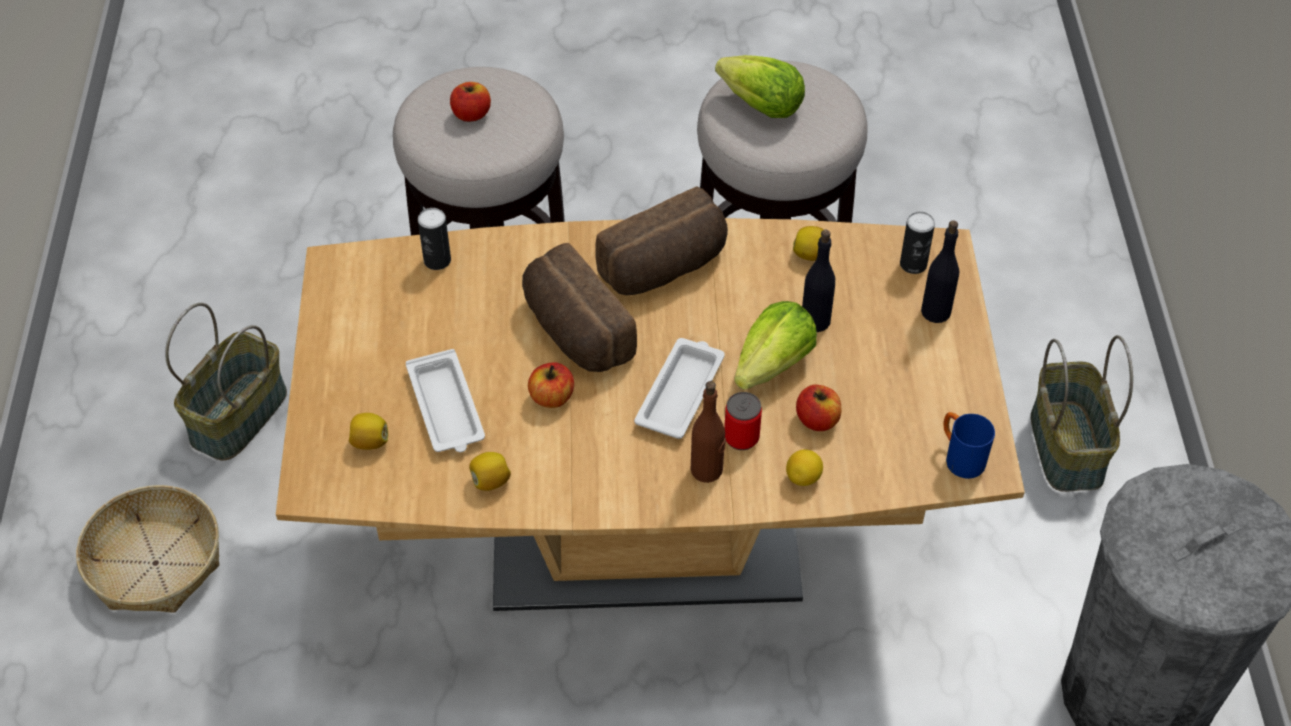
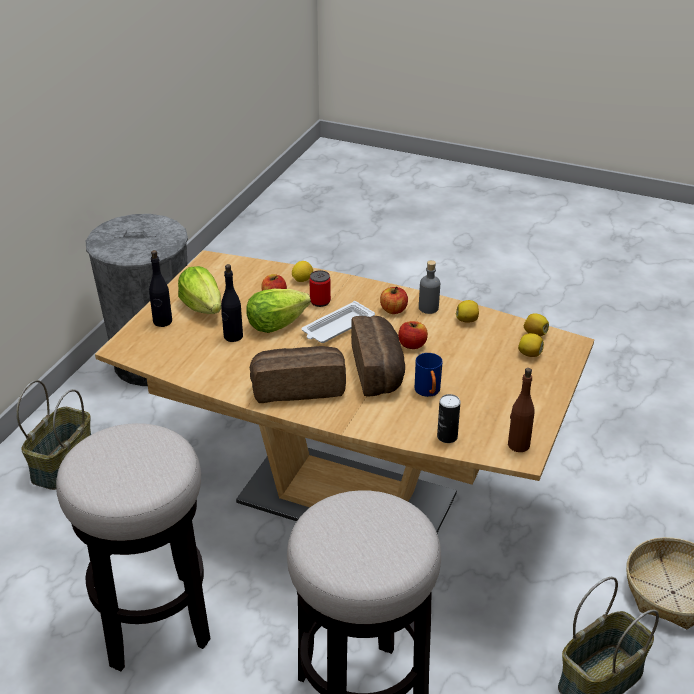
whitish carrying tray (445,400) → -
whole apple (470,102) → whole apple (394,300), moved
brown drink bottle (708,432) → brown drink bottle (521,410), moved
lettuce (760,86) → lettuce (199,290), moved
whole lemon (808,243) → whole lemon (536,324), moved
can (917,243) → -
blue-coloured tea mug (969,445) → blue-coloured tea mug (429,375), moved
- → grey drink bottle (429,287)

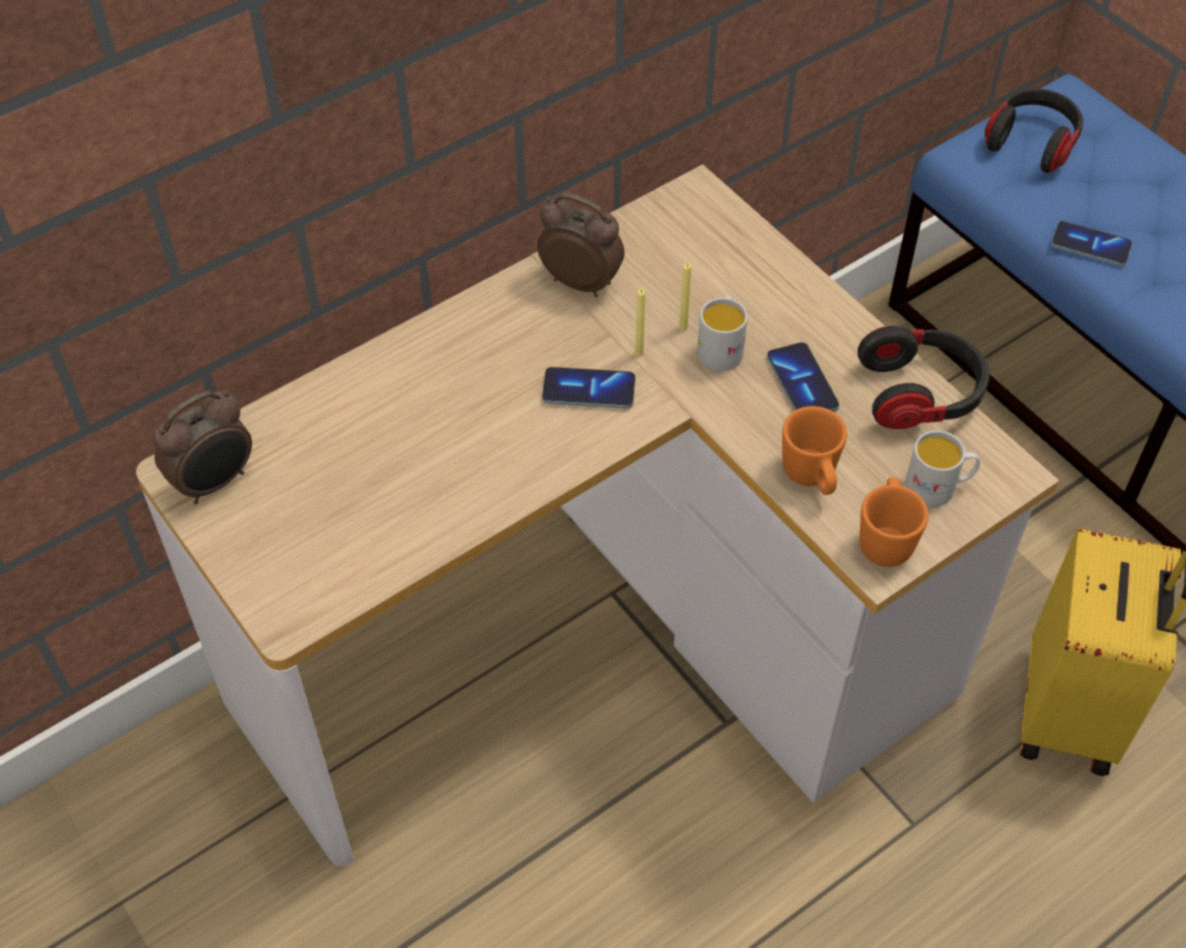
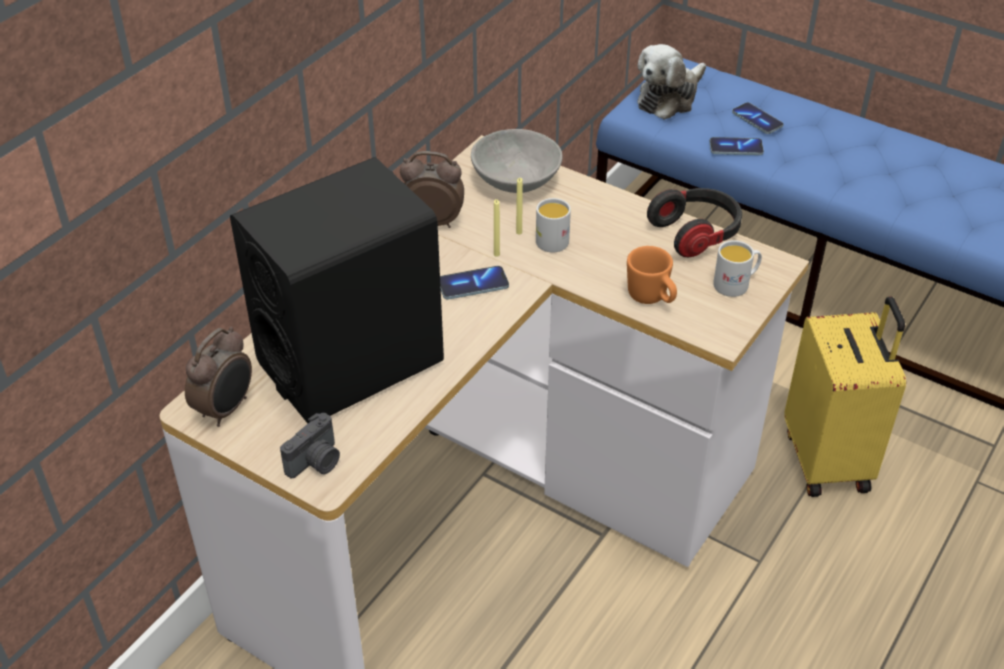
handset (803,377) → handset (758,118), moved
orange tea mug (894,522) → -
headset (1034,131) → cuddly toy (671,82)
- → blackish audio speaker (337,290)
- → photo camera (310,445)
- → grey bowl (516,161)

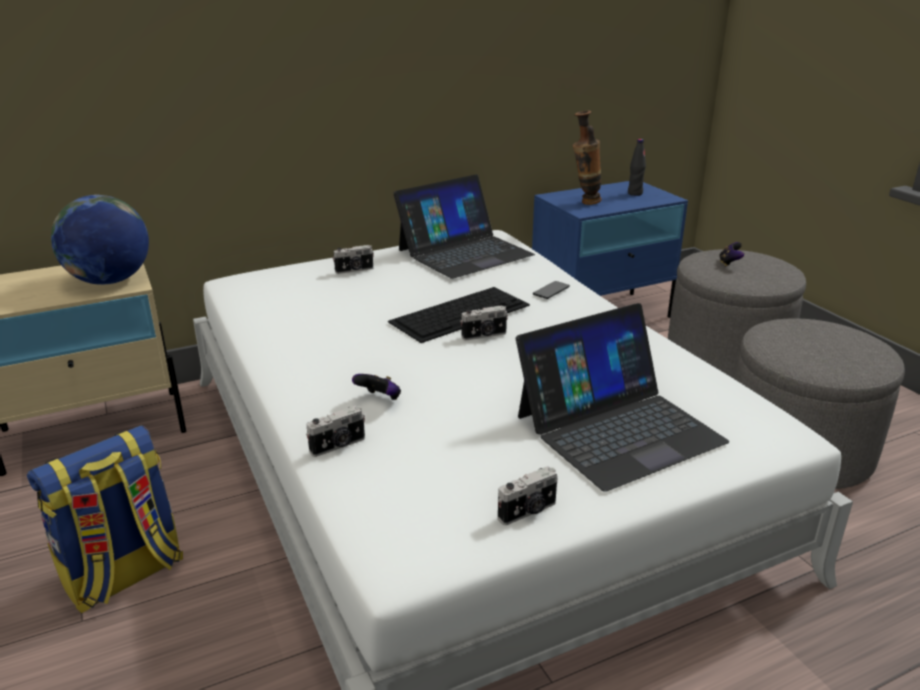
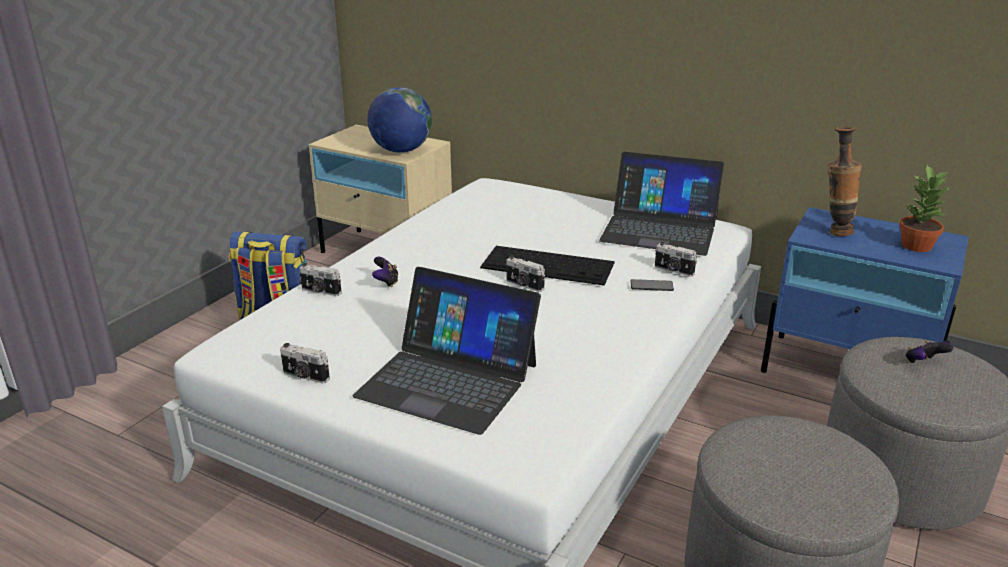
photo camera (353,259) → photo camera (676,259), moved
blackish drink bottle (637,167) → houseplant (925,208)

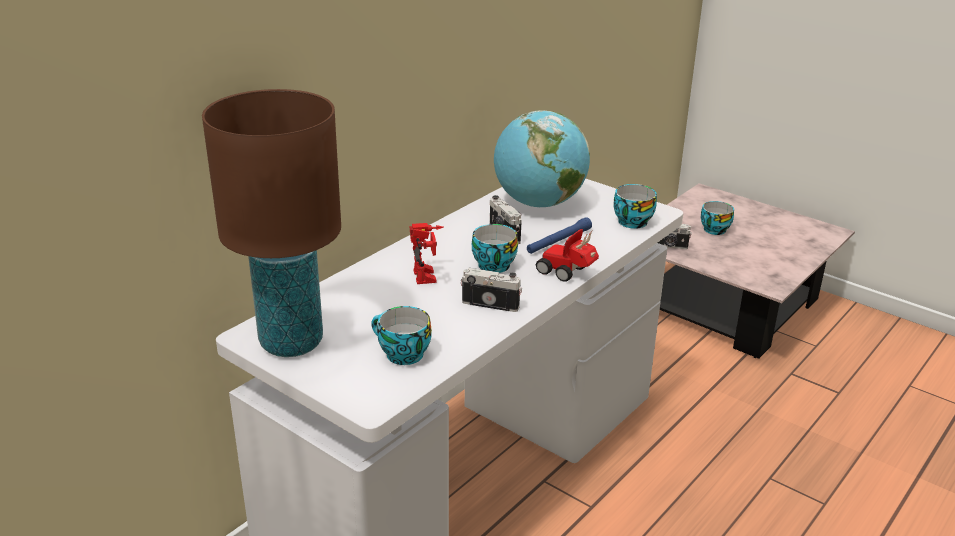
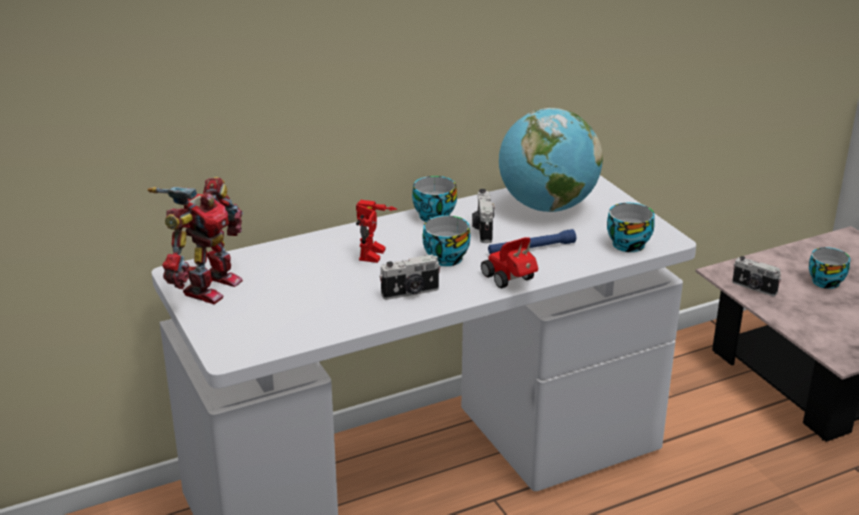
brown table lamp (271,223) → robot figure (195,240)
drinking cup (401,335) → drinking cup (434,199), moved
photo camera (491,290) → photo camera (410,277), 120 degrees clockwise

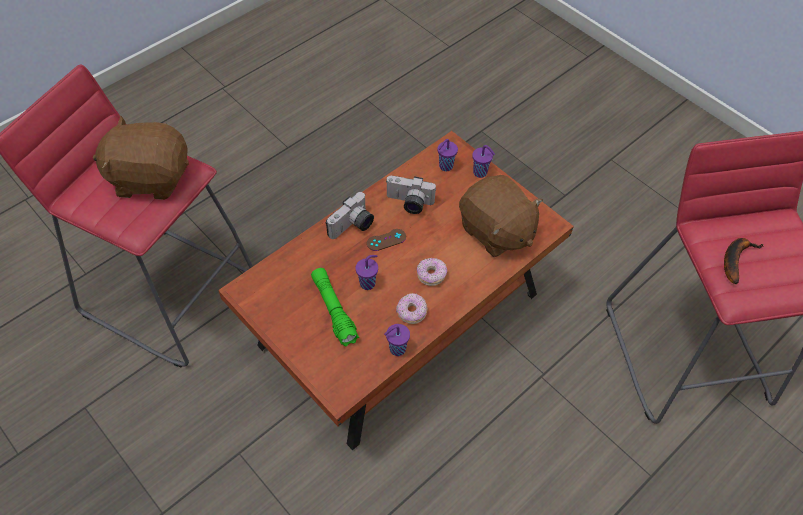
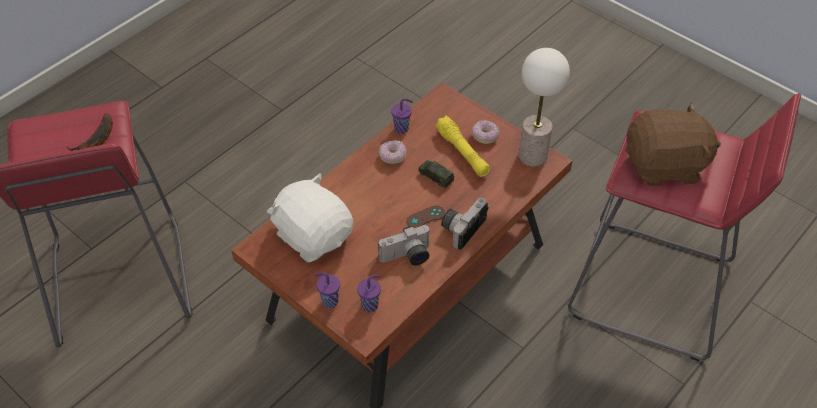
greenish torch (335,307) → yellow-coloured torch (462,146)
purple drinking cup (367,272) → model car (436,174)
photo camera (410,195) → photo camera (404,245), 150 degrees clockwise
doughnut (432,272) → doughnut (486,132), moved
brown cuddly toy (501,216) → whitish cuddly toy (310,218)
- → table lamp (544,107)

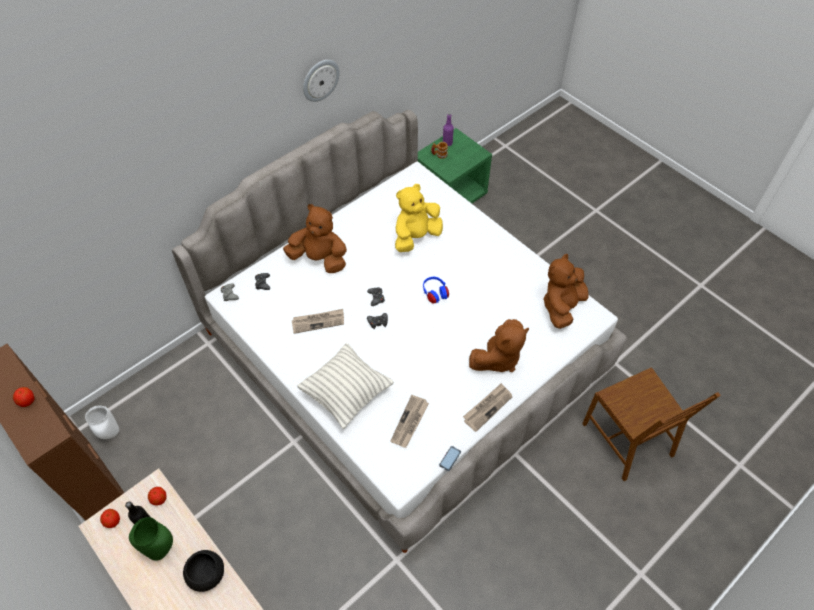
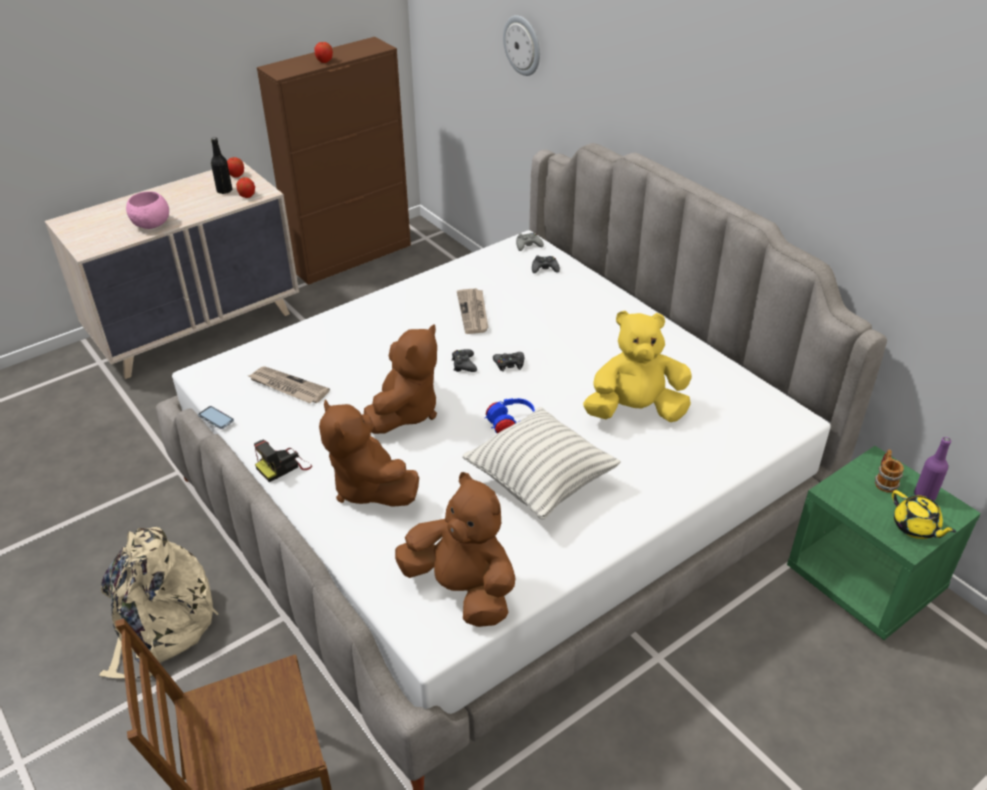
whitish vase (102,422) → -
greenish vase (151,539) → -
blackish bowl (203,571) → pinkish bowl (147,210)
brown cuddly toy (315,238) → brown cuddly toy (400,379), moved
throw pillow (345,386) → throw pillow (541,463), moved
clock on the wall (321,81) → clock on the wall (521,45), moved
yellow-coloured cuddly toy (419,218) → yellow-coloured cuddly toy (637,366), 60 degrees counterclockwise
newspaper (488,407) → photo camera (283,461)
- → sand-coloured rucksack (158,603)
- → yellow-coloured teapot (924,514)

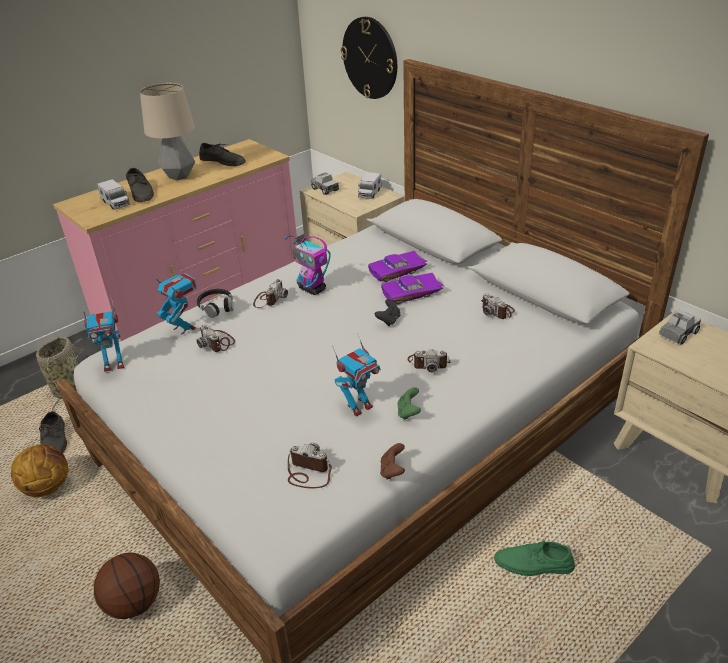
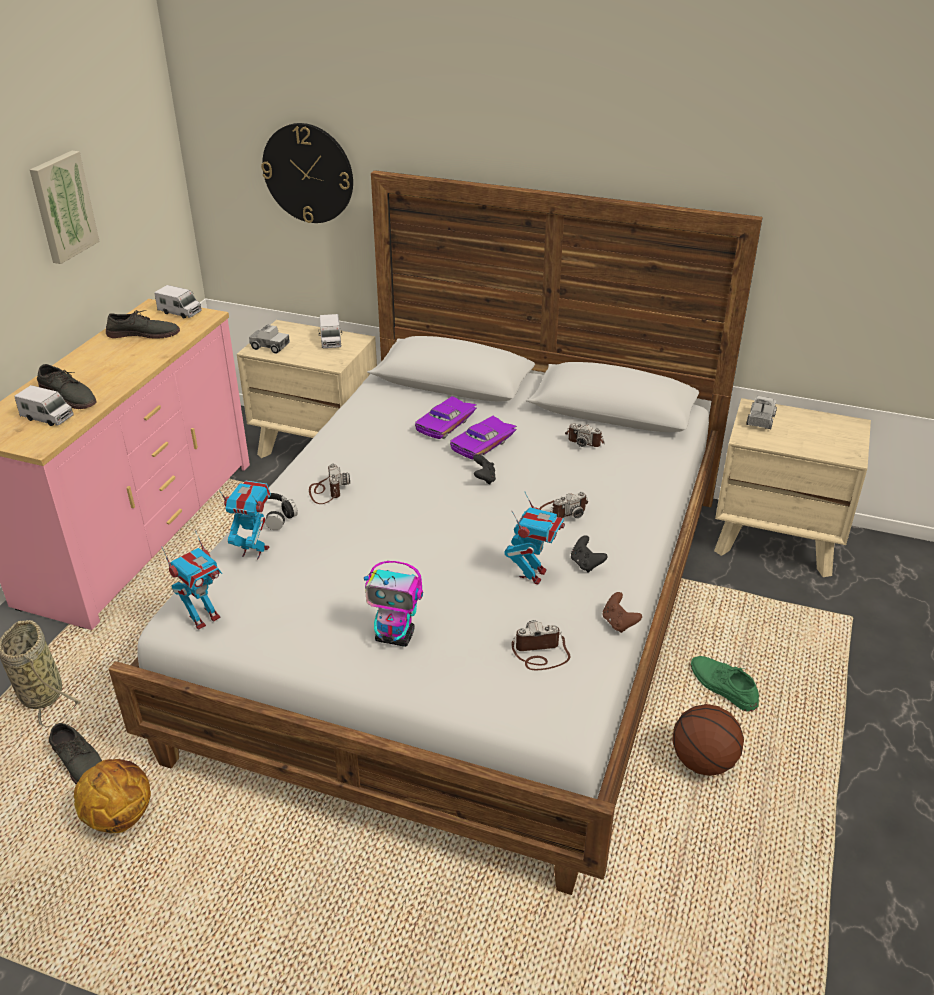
ball for basketball (127,585) → ball for basketball (708,740), moved
table lamp (167,131) → -
photo camera (215,338) → -
robot figure (307,265) → robot figure (393,604), moved
greenish gamepad (409,403) → blackish gamepad (589,554)
greenish low shoe (534,557) → greenish low shoe (725,683), 75 degrees clockwise
- → wall art (65,207)
- → toy lorry (178,301)

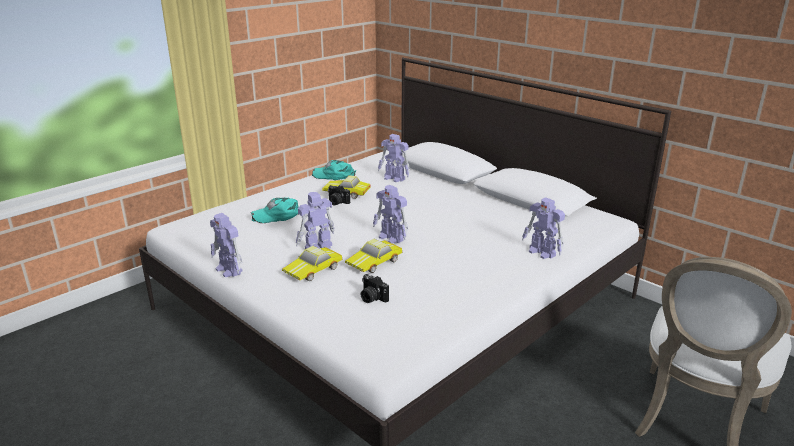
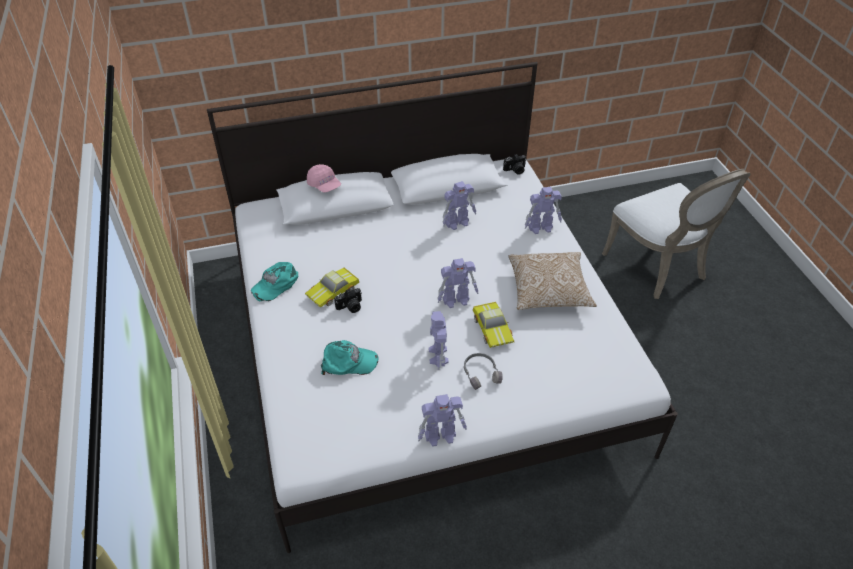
turquoise-coloured peaked cap (275,210) → turquoise-coloured peaked cap (350,357), 105 degrees counterclockwise
model car (312,263) → grey headset (483,371)
photo camera (375,288) → photo camera (514,165), moved
robot figure (394,158) → robot figure (459,205), moved
- → pinkish peaked cap (324,178)
- → throw pillow (552,281)

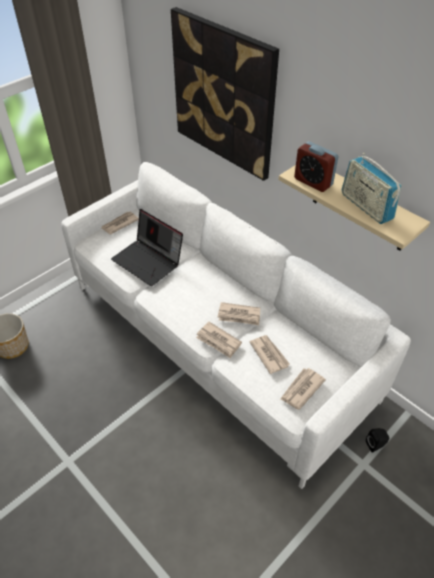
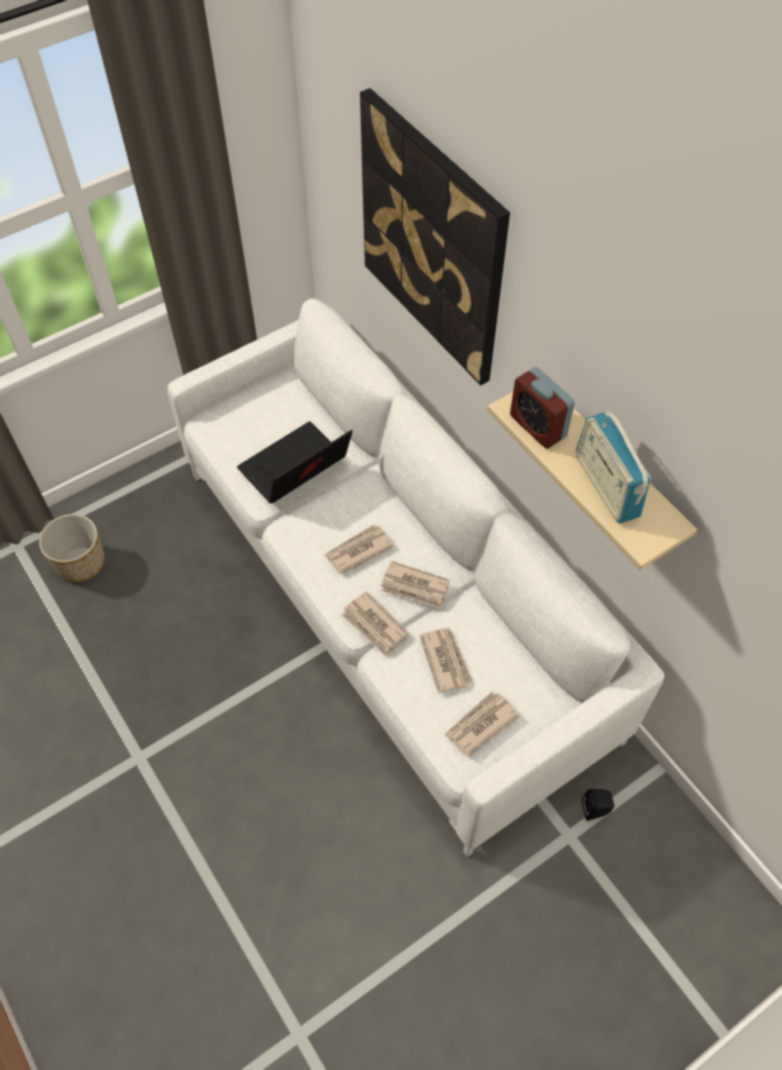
newspaper (120,223) → newspaper (359,549), moved
notebook computer (147,247) → notebook computer (295,462), 90 degrees clockwise

